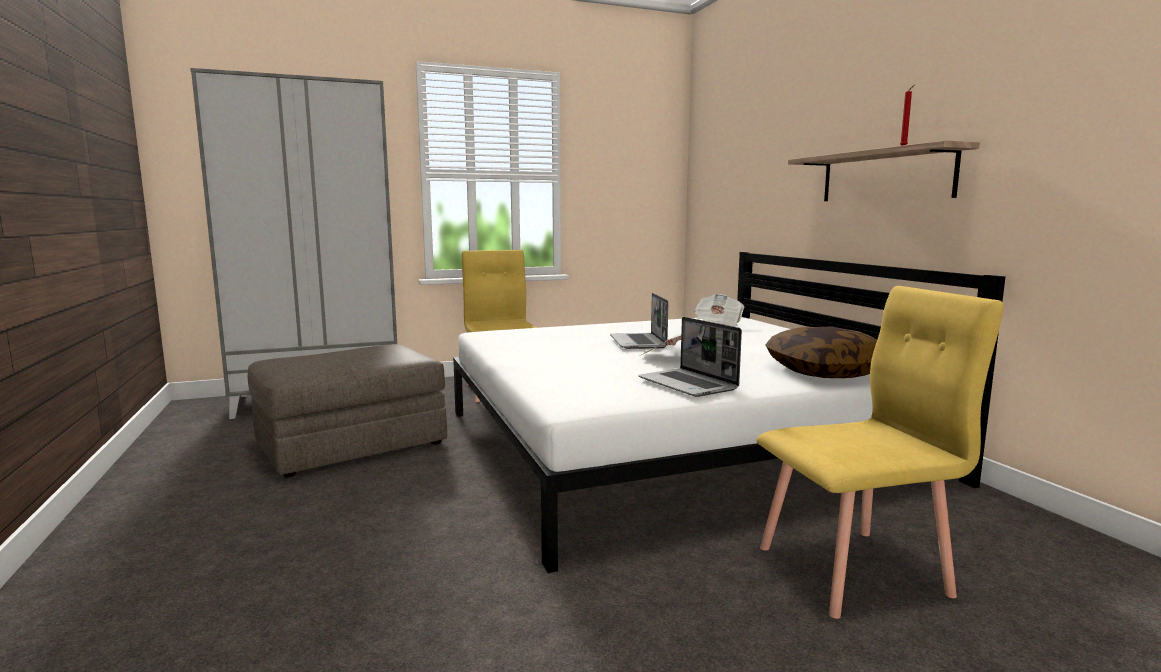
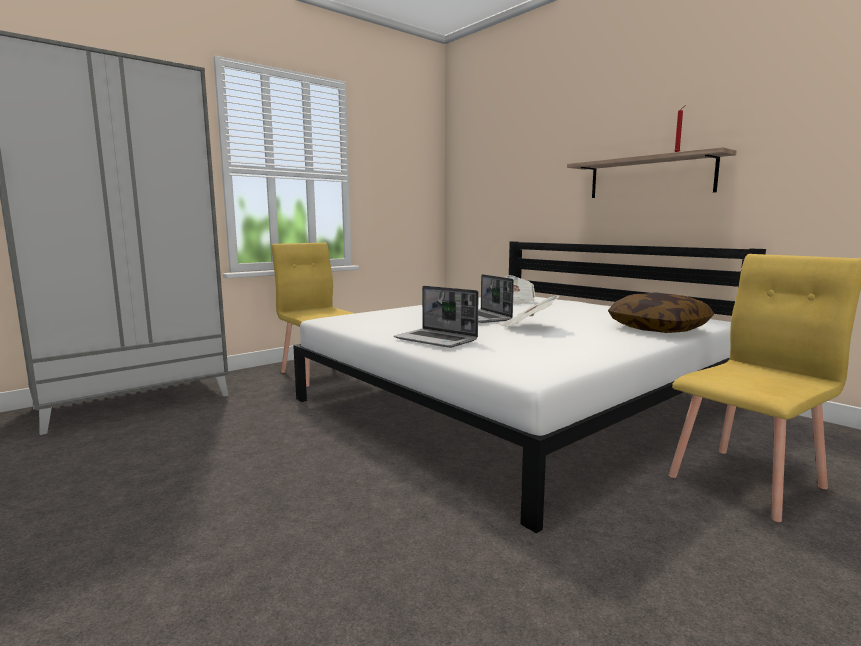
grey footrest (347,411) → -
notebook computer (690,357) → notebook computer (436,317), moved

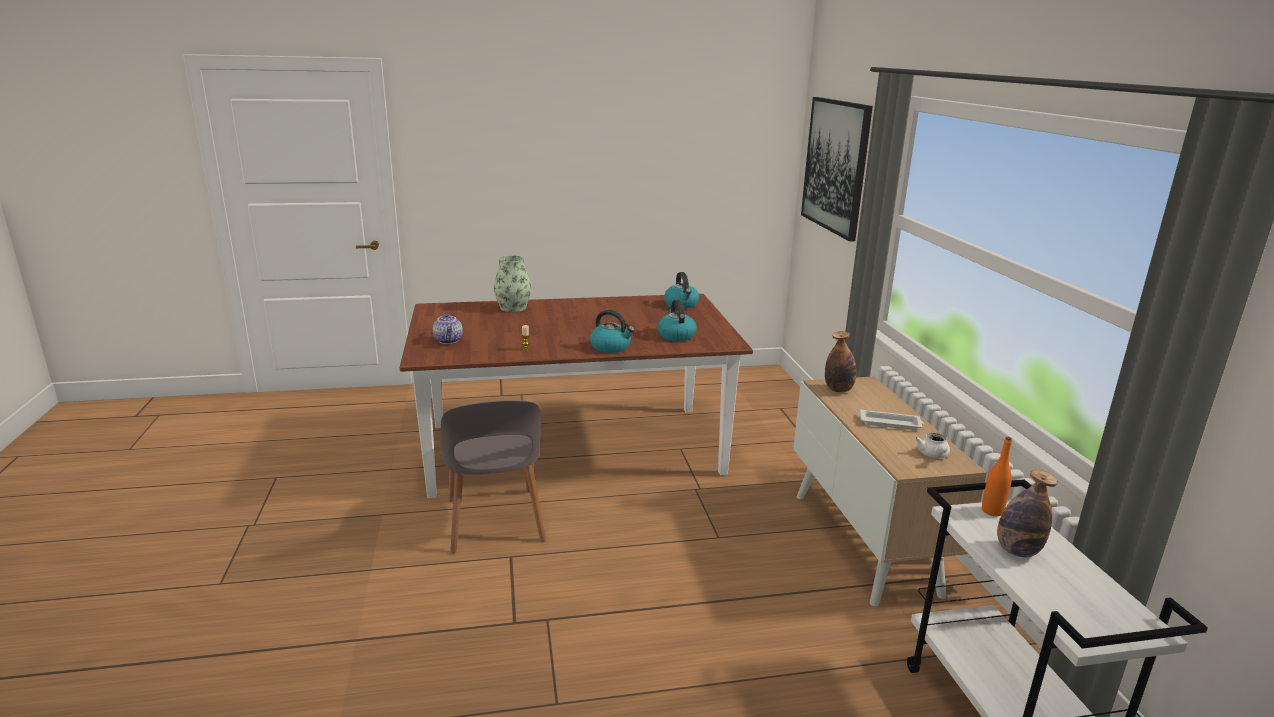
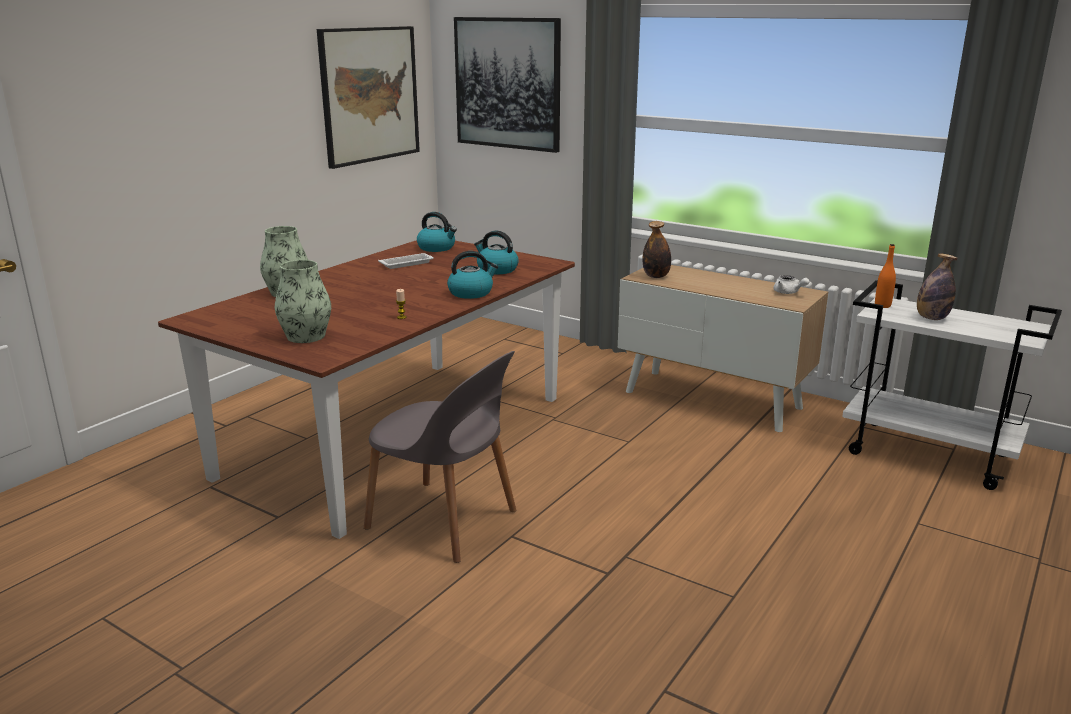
teapot (448,328) → vase (303,301)
whitish carrying tray (892,419) → whitish carrying tray (406,261), moved
- → wall art (368,97)

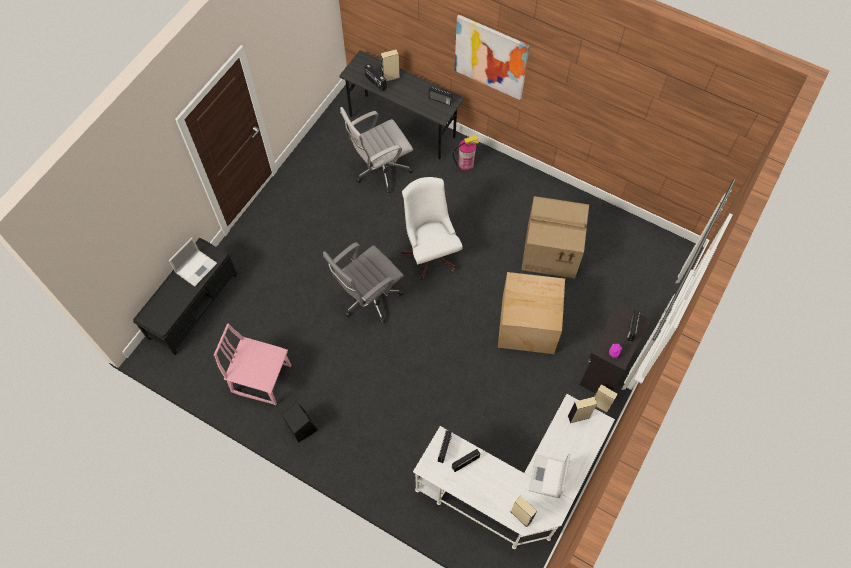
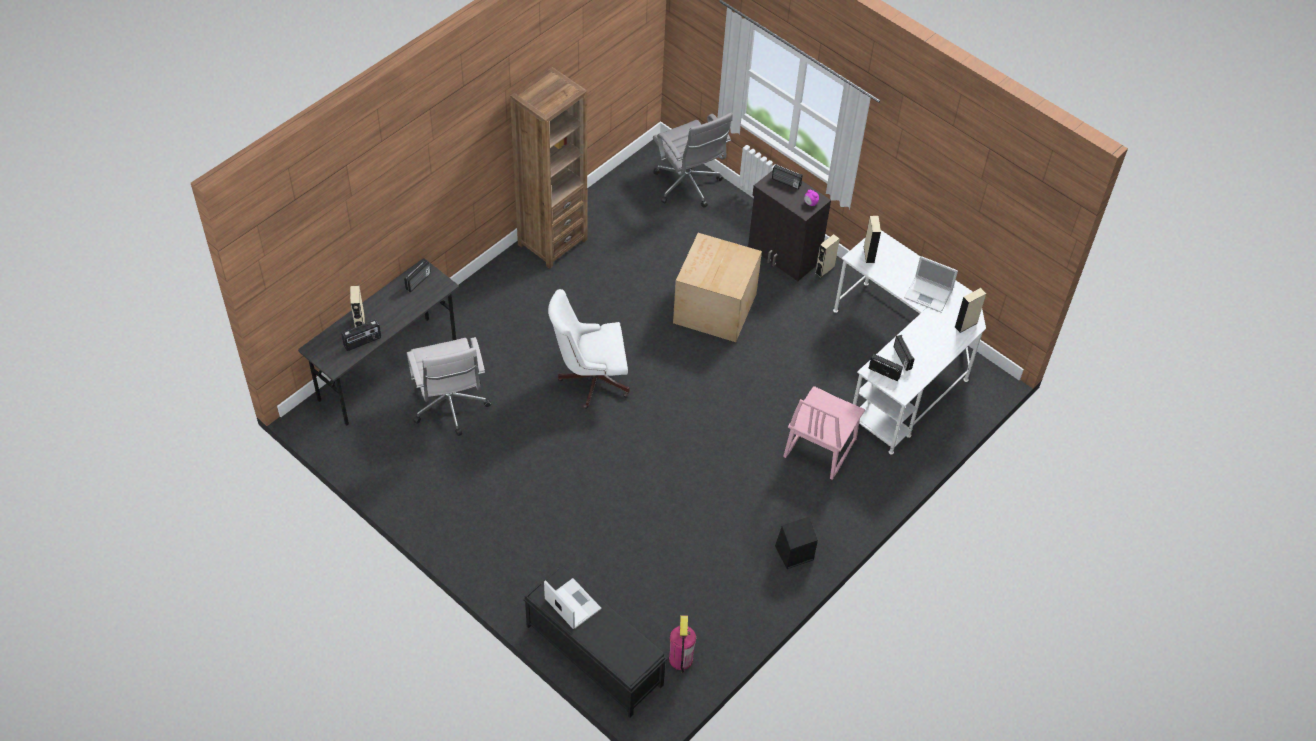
pinkish upright chair (252,364) → pinkish upright chair (824,433), moved
grey desk chair (363,283) → grey desk chair (692,160), moved
extinguisher (466,153) → extinguisher (682,644), moved
wall art (492,57) → -
packing box (555,237) → -
- → brown bookcase (548,168)

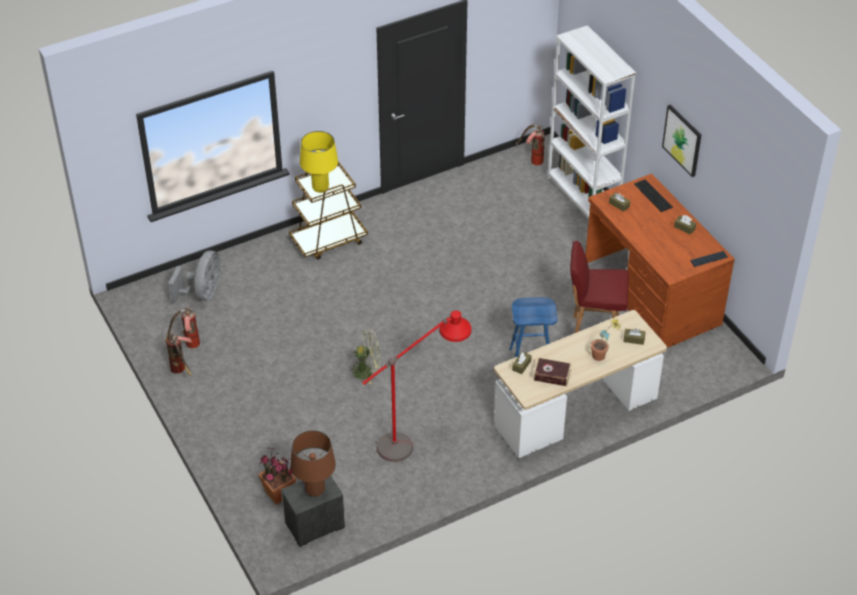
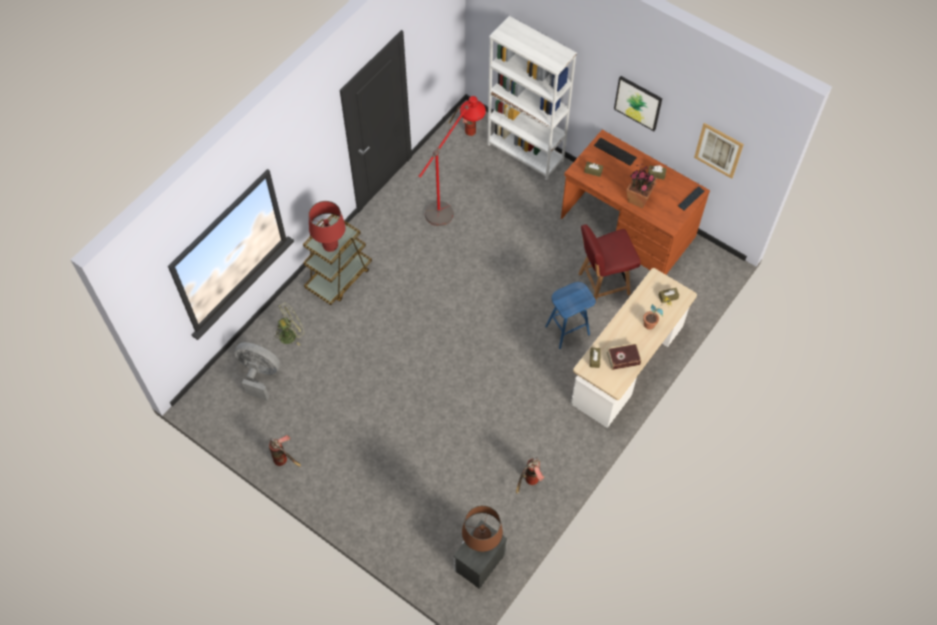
extinguisher (182,327) → extinguisher (530,475), moved
grey fan (194,276) → grey fan (257,371), 60 degrees counterclockwise
houseplant (277,476) → houseplant (642,186), moved
yellow-coloured table lamp (319,162) → red-coloured table lamp (327,226)
greenish fan (364,357) → greenish fan (288,323), moved
red-coloured standard lamp (416,386) → red-coloured standard lamp (452,161), moved
- → wall art (719,151)

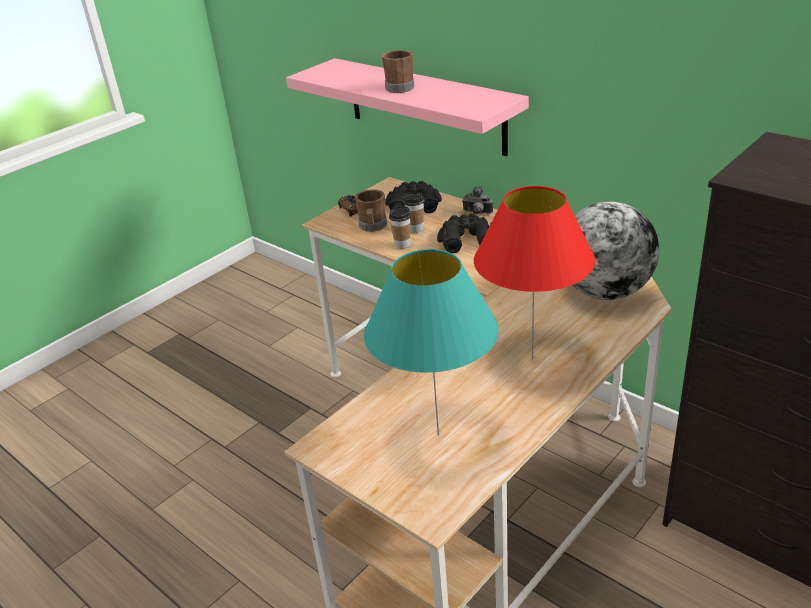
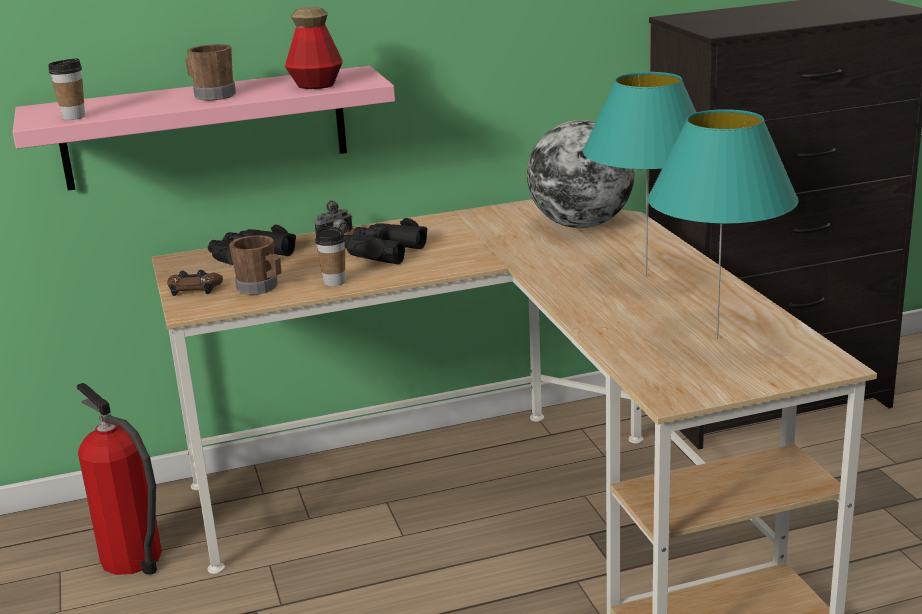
drinking cup (414,212) → drinking cup (66,89), moved
red-coloured table lamp (534,272) → turquoise-coloured table lamp (640,174)
- → extinguisher (119,479)
- → drink bottle (314,48)

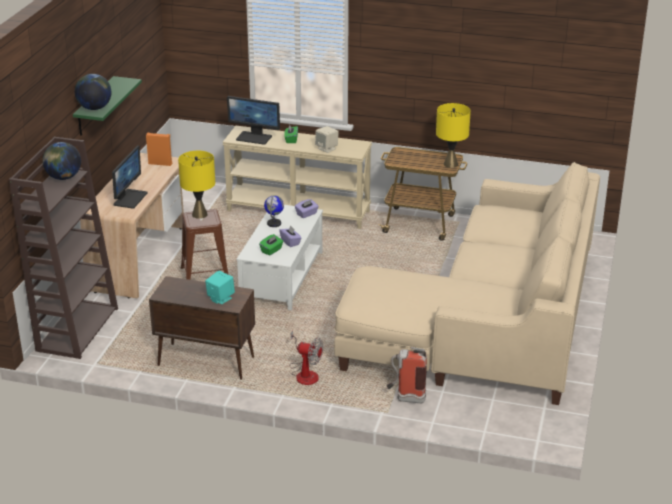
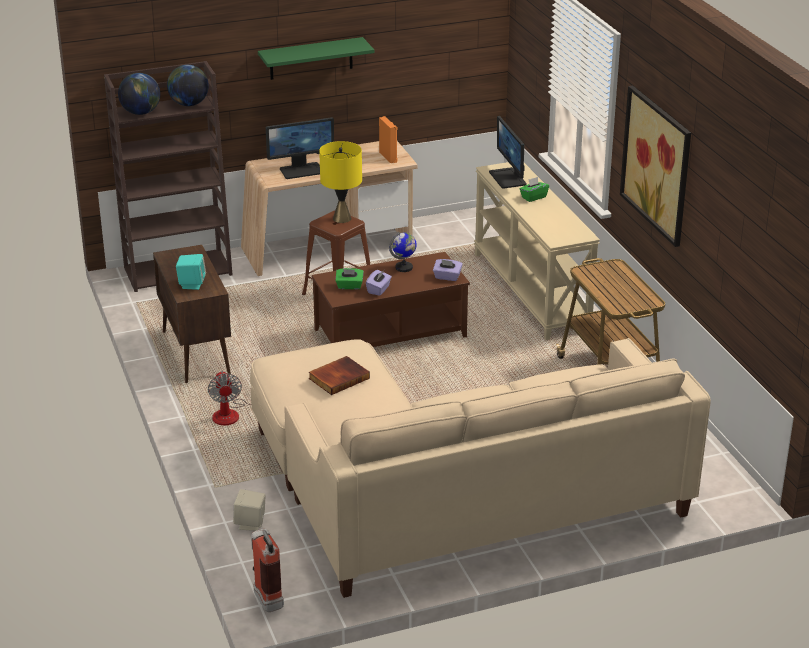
desk globe (93,92) → desk globe (139,94), moved
whitish lounge table (280,258) → brown lounge table (391,299)
sand-coloured audio speaker (327,139) → sand-coloured audio speaker (249,510), moved
extinguisher (406,375) → extinguisher (267,570), moved
yellow-coloured table lamp (453,135) → -
- → volume (339,375)
- → wall art (655,166)

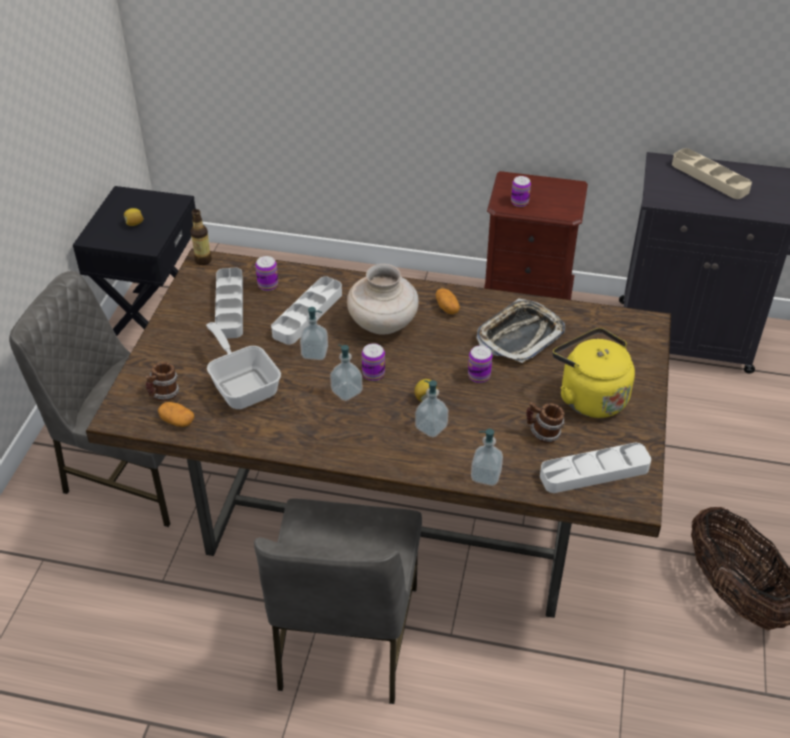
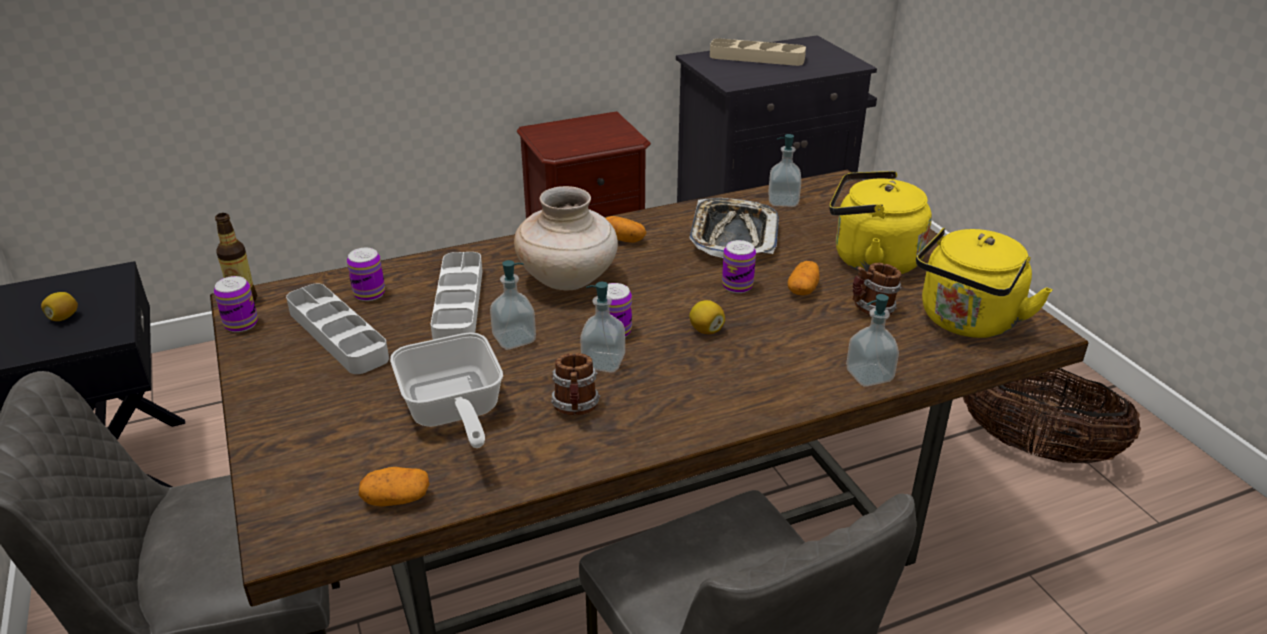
tea mug (162,381) → tea mug (575,384), moved
pan (243,365) → pan (446,390), 135 degrees counterclockwise
soap bottle (431,408) → soap bottle (784,170), moved
can (521,191) → can (236,304), moved
whitish carrying tray (595,468) → yellow-coloured water kettle (984,283)
- → whole potato (804,278)

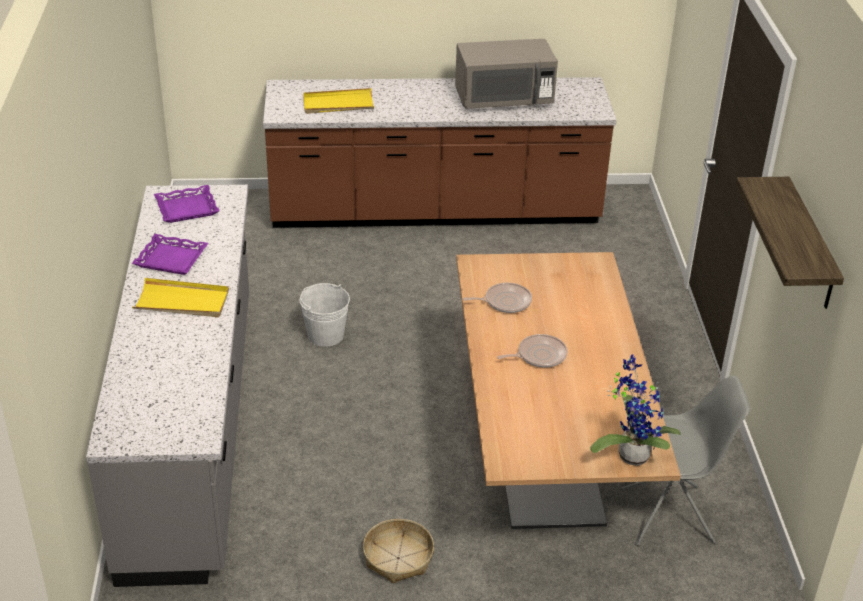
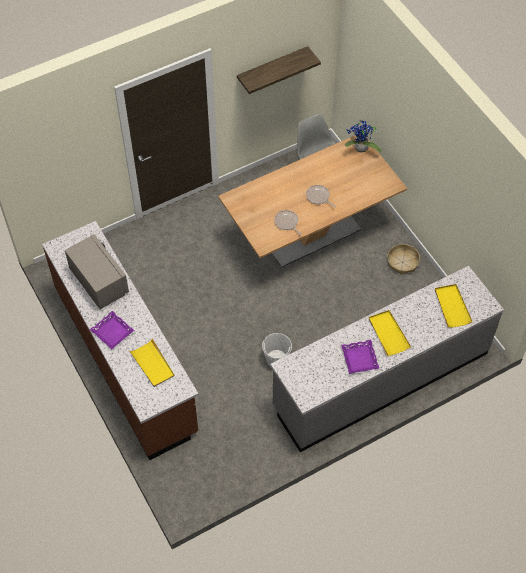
purple carrying tray (187,204) → purple carrying tray (112,330), moved
- → yellow-coloured carrying tray (454,305)

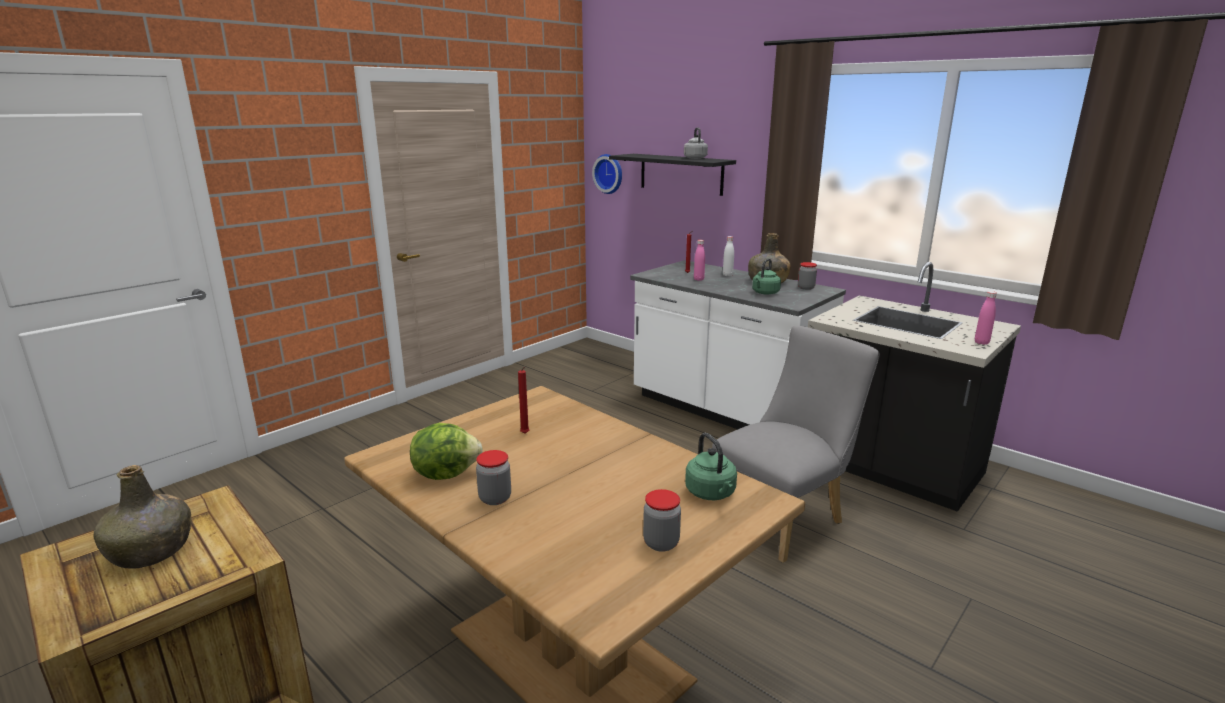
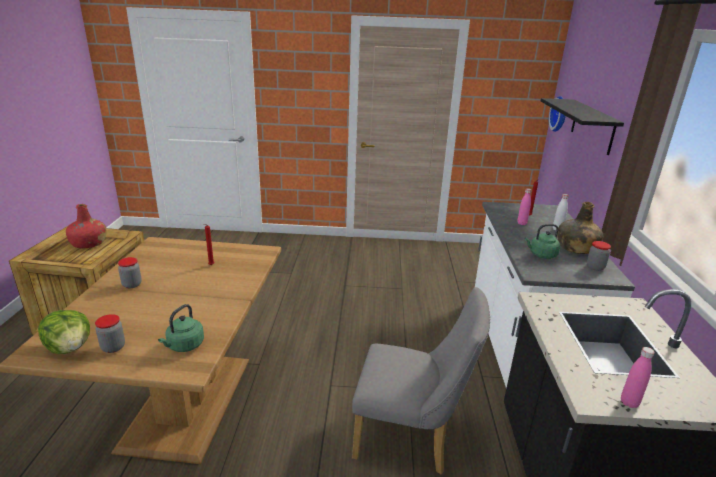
greenish drink bottle (143,516) → red-coloured drink bottle (86,226)
lettuce (446,451) → lettuce (64,332), moved
grey water kettle (696,143) → -

